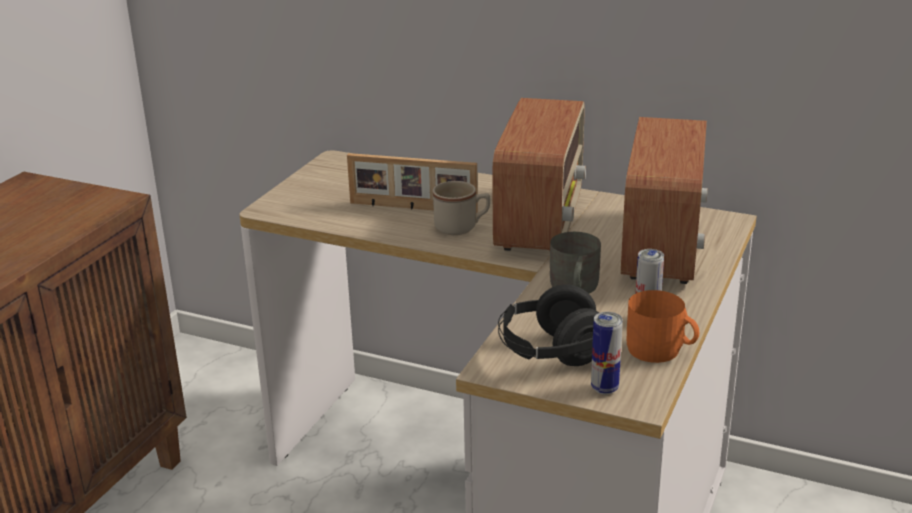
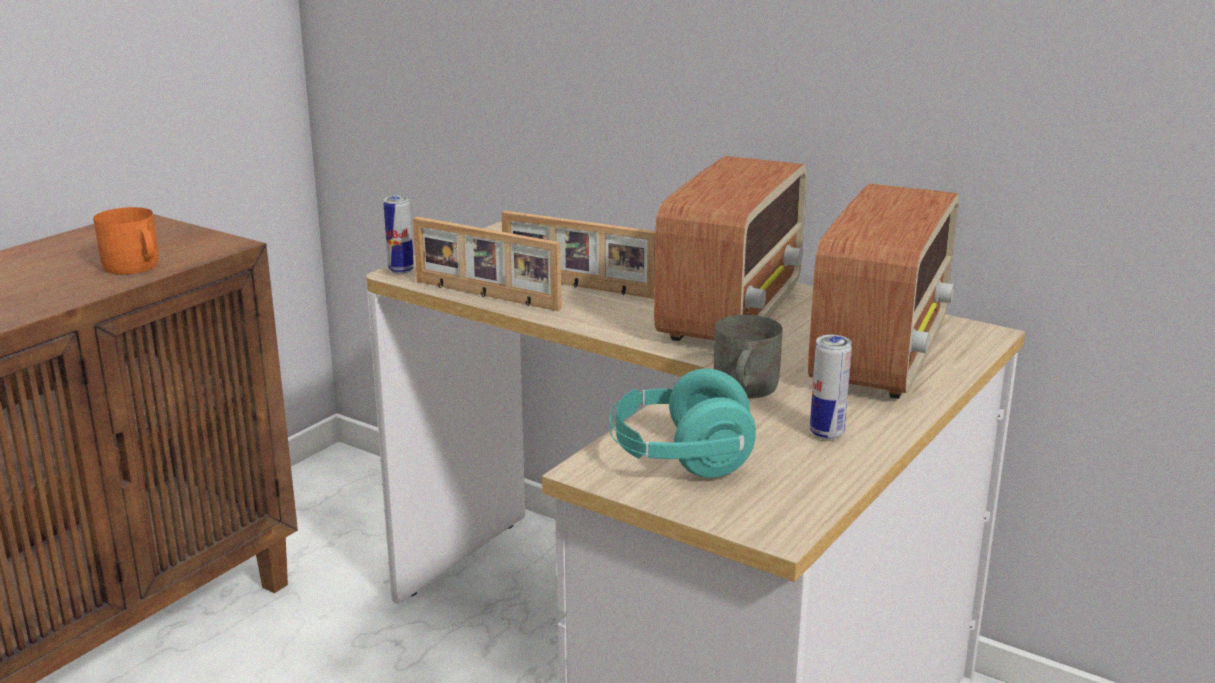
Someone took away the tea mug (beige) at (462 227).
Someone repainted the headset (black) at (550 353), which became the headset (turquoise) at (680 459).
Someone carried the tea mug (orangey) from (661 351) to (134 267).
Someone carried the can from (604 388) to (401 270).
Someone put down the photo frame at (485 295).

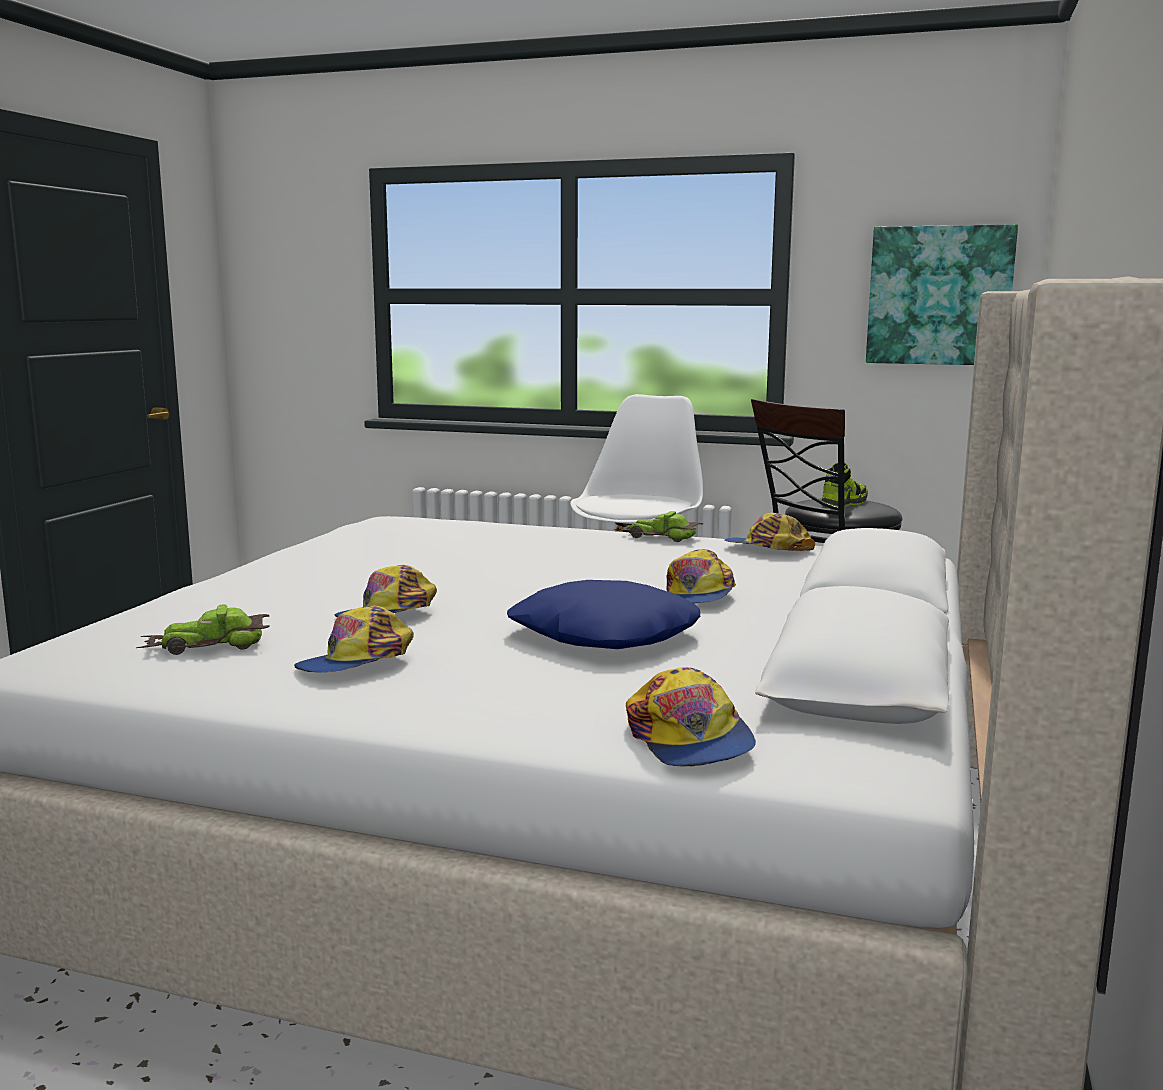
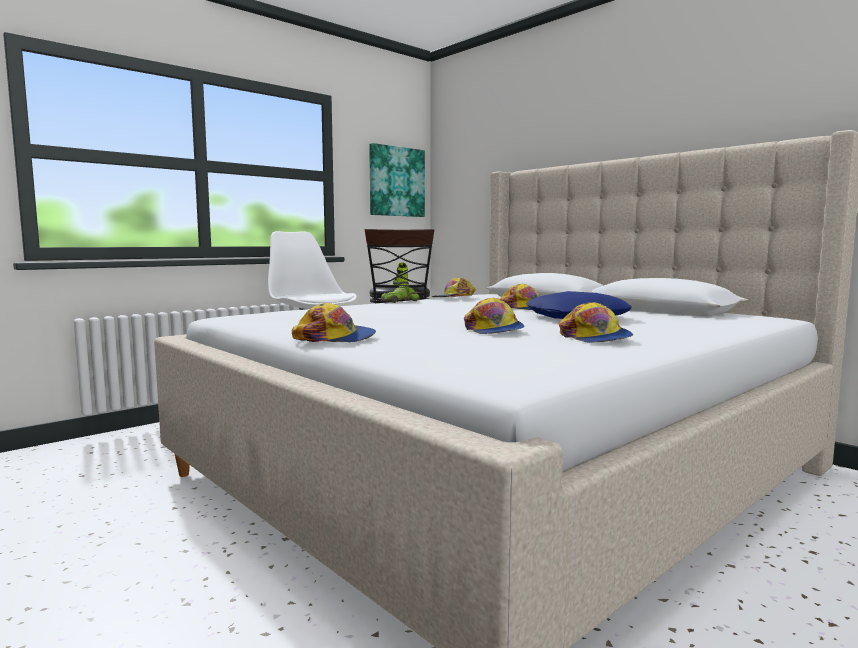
Someone took away the miniature car at (207 645).
Someone carried the cap from (689 740) to (336 338).

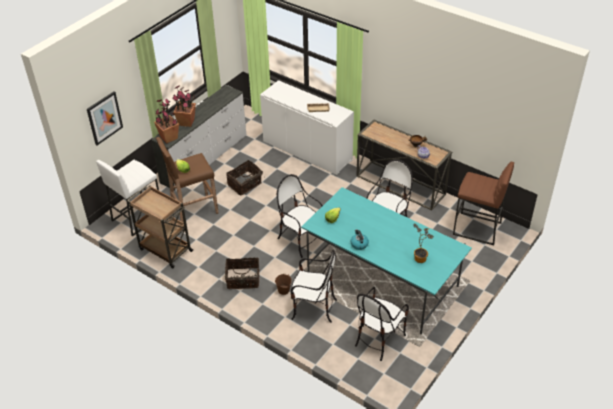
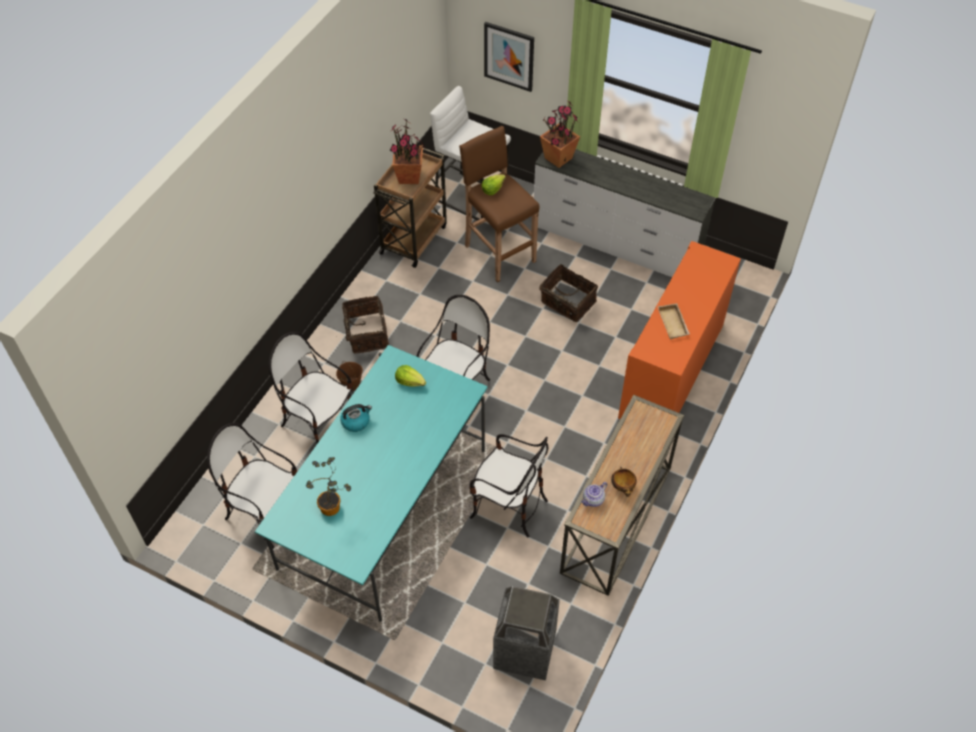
Someone repainted the cabinet (white-coloured) at (307 151), which became the cabinet (orangey) at (671 371).
Someone carried the potted plant from (187 122) to (409 177).
Someone swapped the stool (brown-coloured) at (477 229) for the rubbish bin at (524 650).
Someone rotated the plain chair at (313 308) by 120 degrees clockwise.

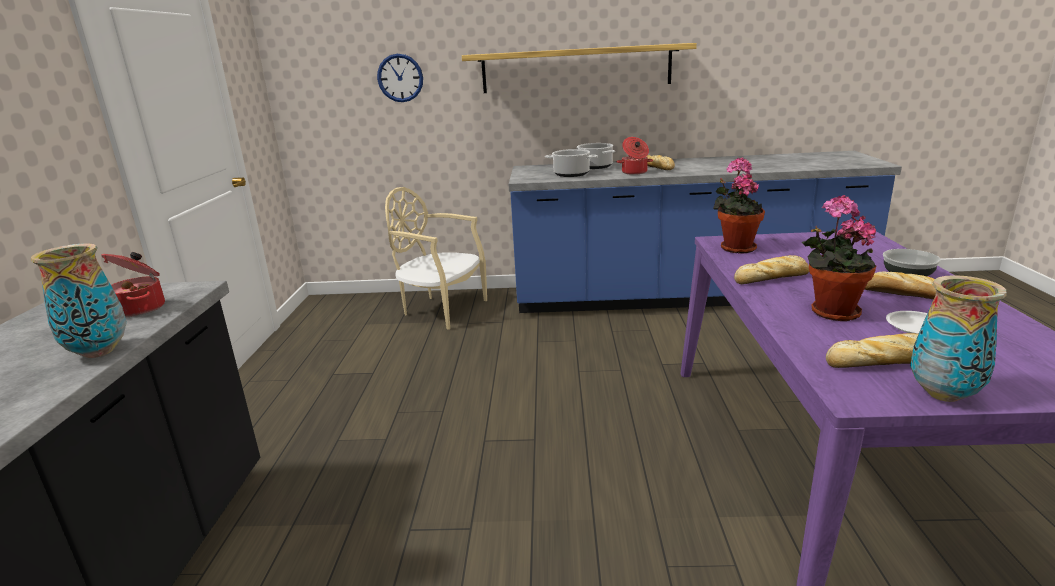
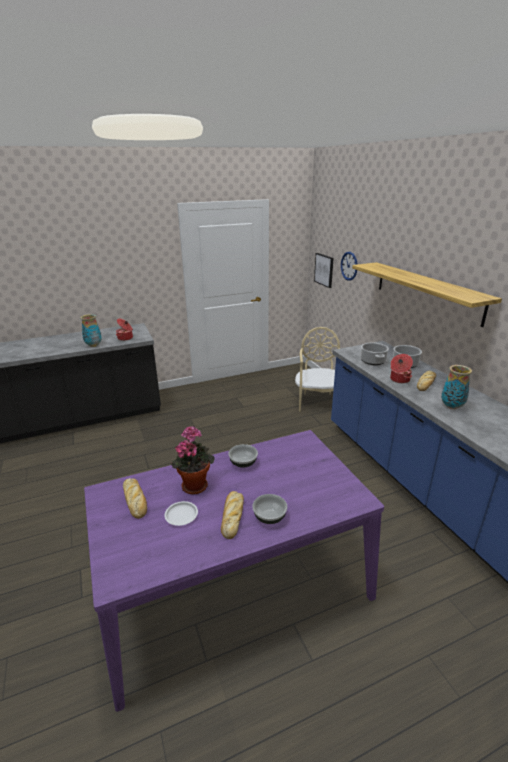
Someone took away the potted plant at (735 247).
Someone swapped the bread at (772 277) for the serving bowl at (243 463).
Someone carried the decorative vase from (943 394) to (452 406).
Someone put up the picture at (324 270).

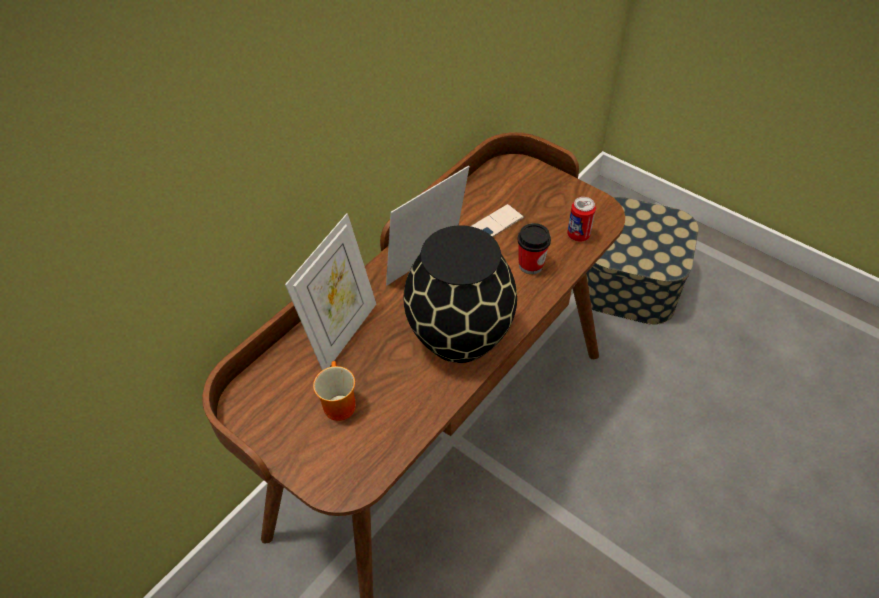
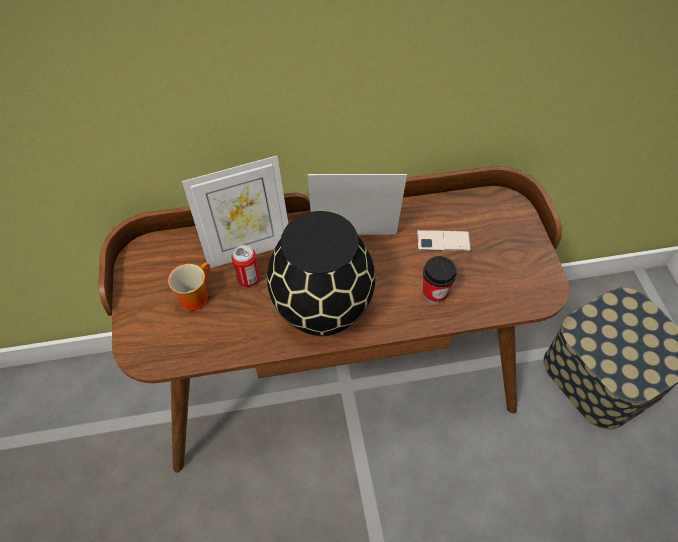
Someone carried the can from (578 235) to (248 278).

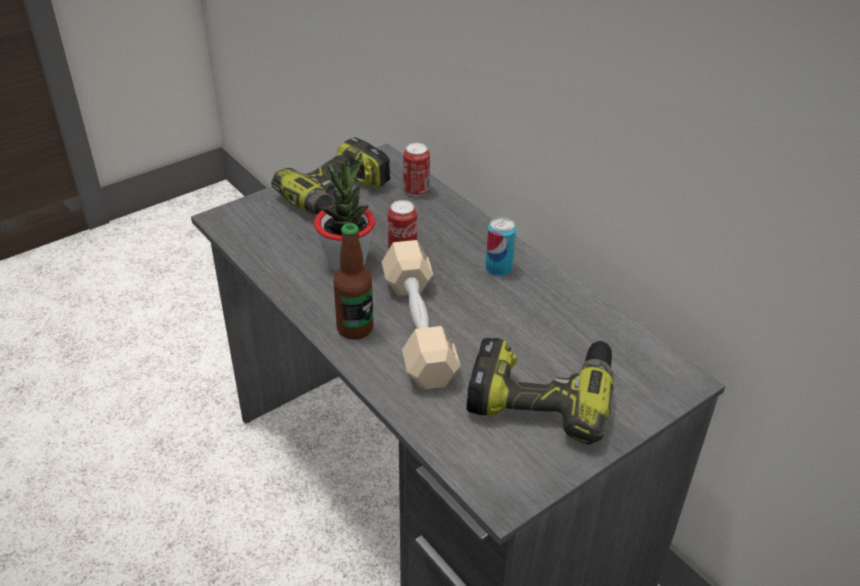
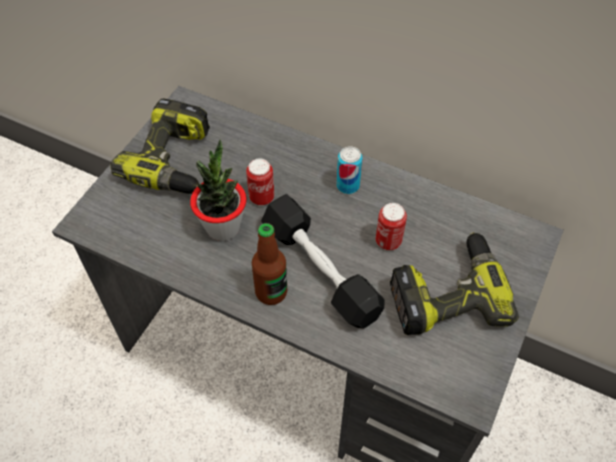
Someone carried the can from (416 191) to (388 241).
Someone repainted the hand weight (beige) at (418 328), which became the hand weight (black) at (320 270).

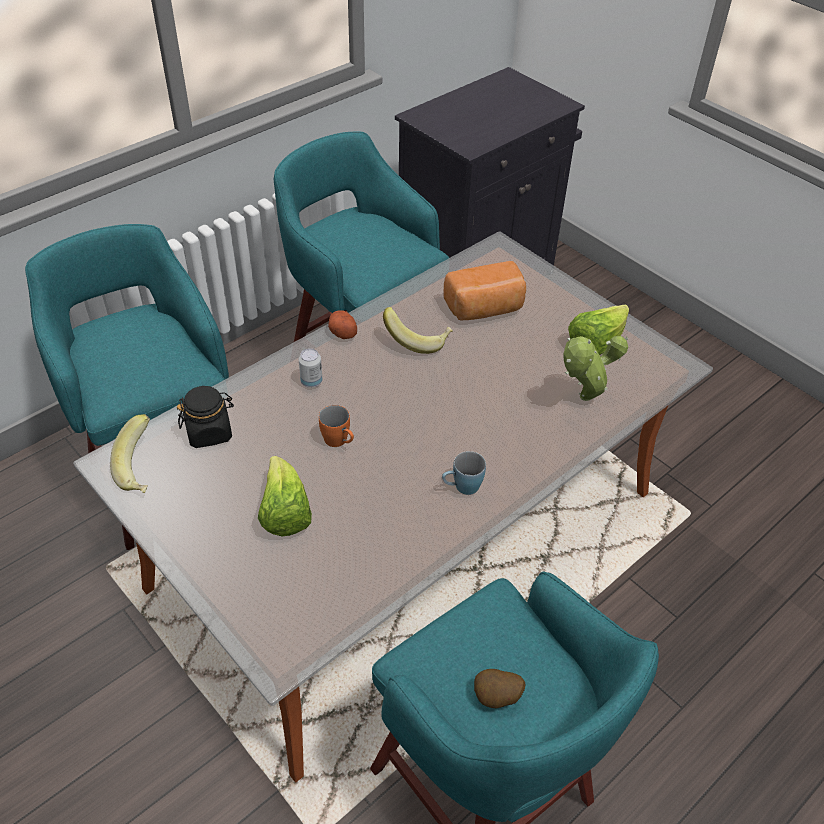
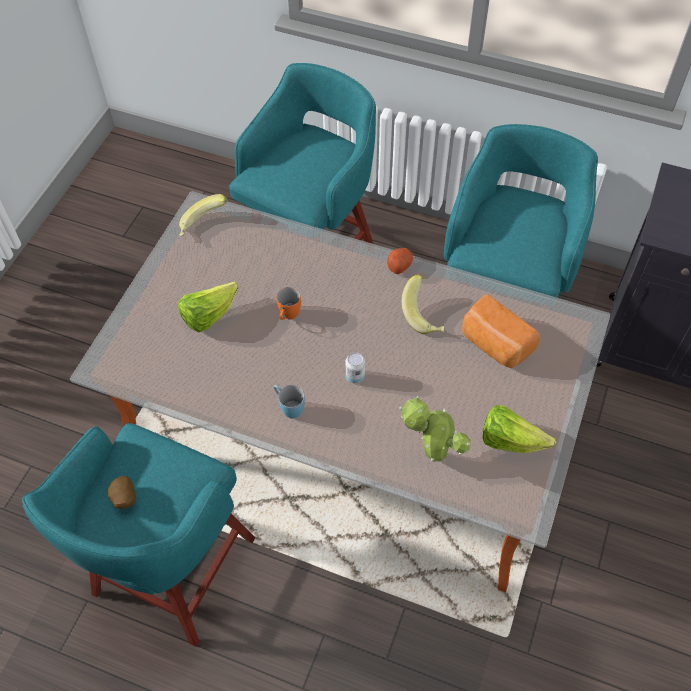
Someone carried the can from (311 382) to (355 376).
Someone took away the preserve jar (black) at (209 432).

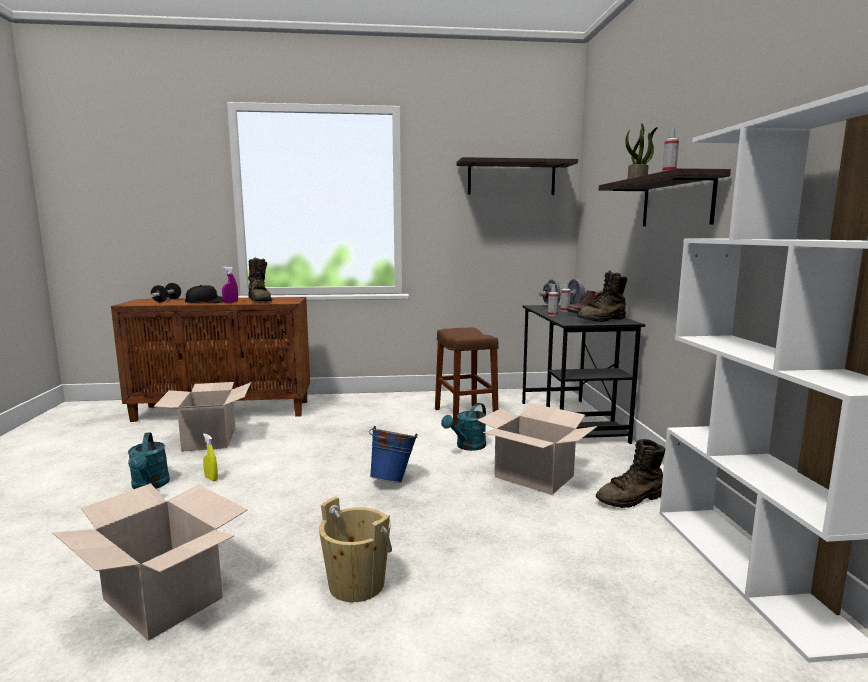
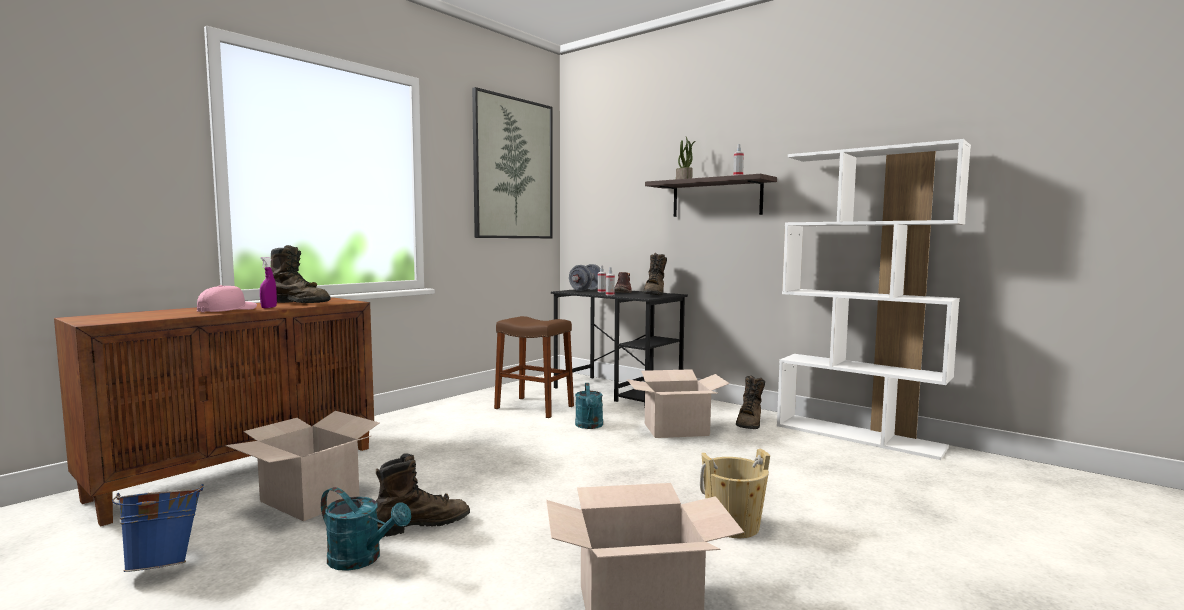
Someone swapped the wall shelf at (511 178) for the picture at (513 169).
Someone took away the hand weight at (167 300).
Someone repainted the cap (black) at (207 302), which became the cap (pink) at (227 310).
Someone carried the pail (blue) from (393 480) to (164 565).
Someone swapped the spray bottle (yellow) at (211 478) for the boot (brown-coloured) at (421 525).

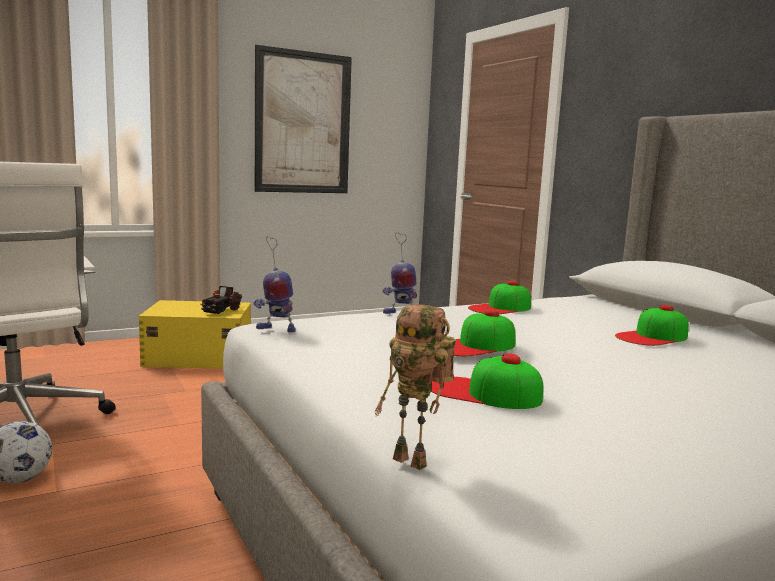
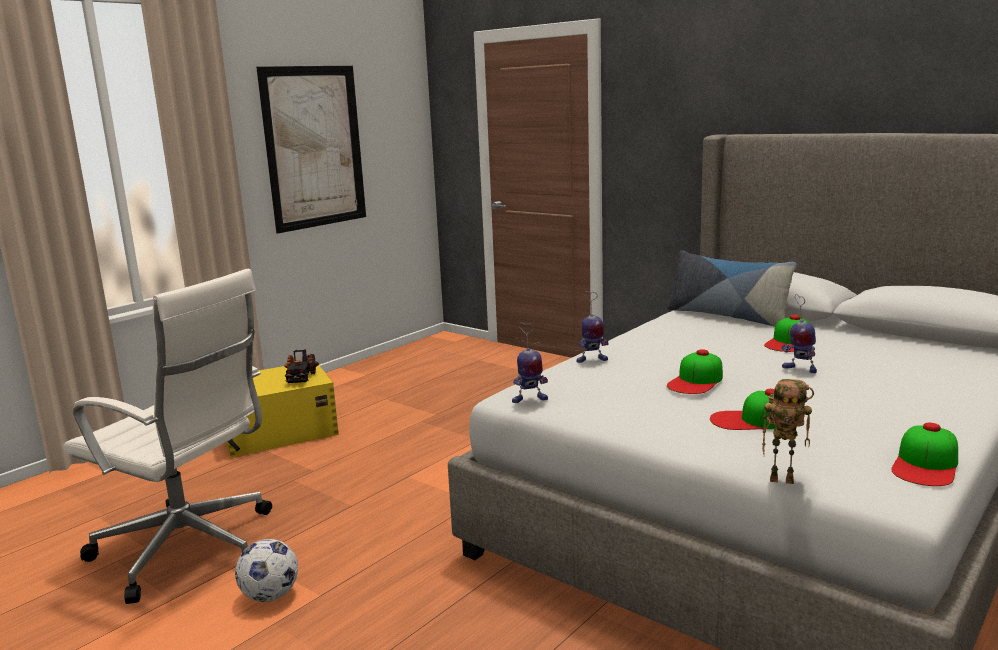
Someone carried the cap from (500 308) to (926 464).
Someone put down the cushion at (727 316).
Someone put down the robot figure at (799 369).

